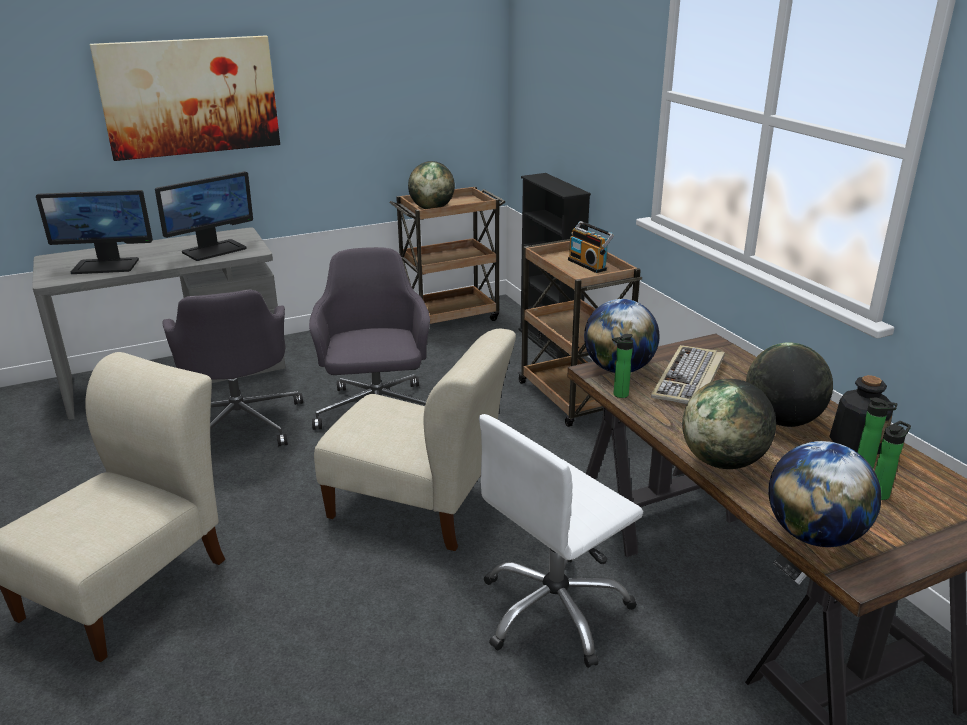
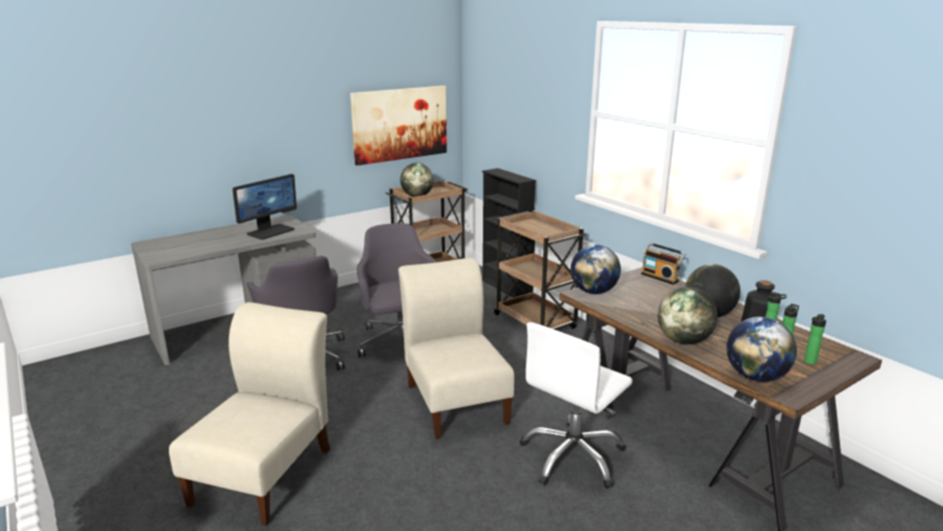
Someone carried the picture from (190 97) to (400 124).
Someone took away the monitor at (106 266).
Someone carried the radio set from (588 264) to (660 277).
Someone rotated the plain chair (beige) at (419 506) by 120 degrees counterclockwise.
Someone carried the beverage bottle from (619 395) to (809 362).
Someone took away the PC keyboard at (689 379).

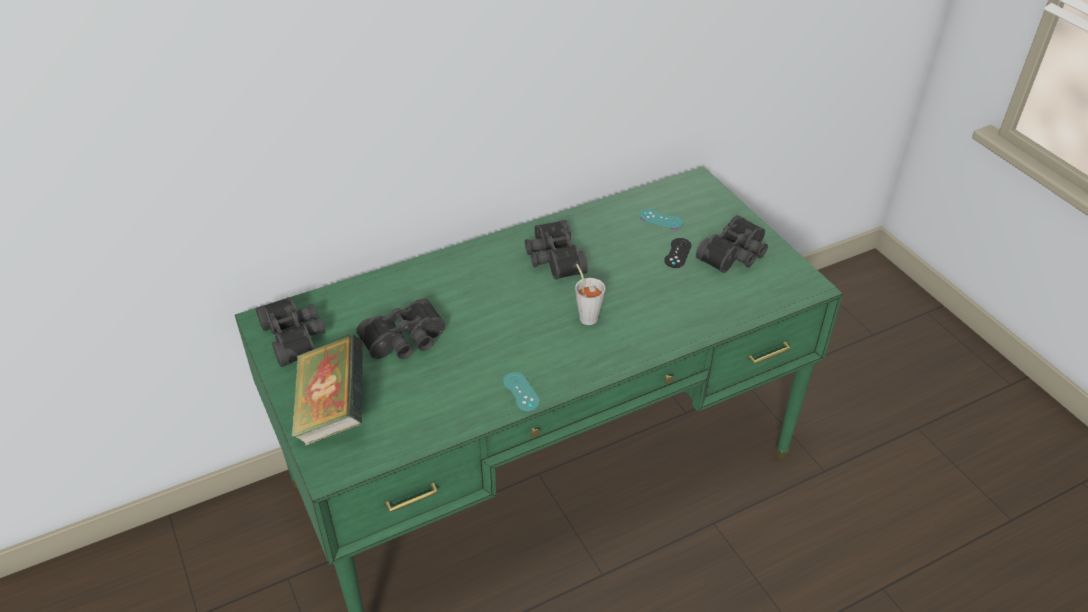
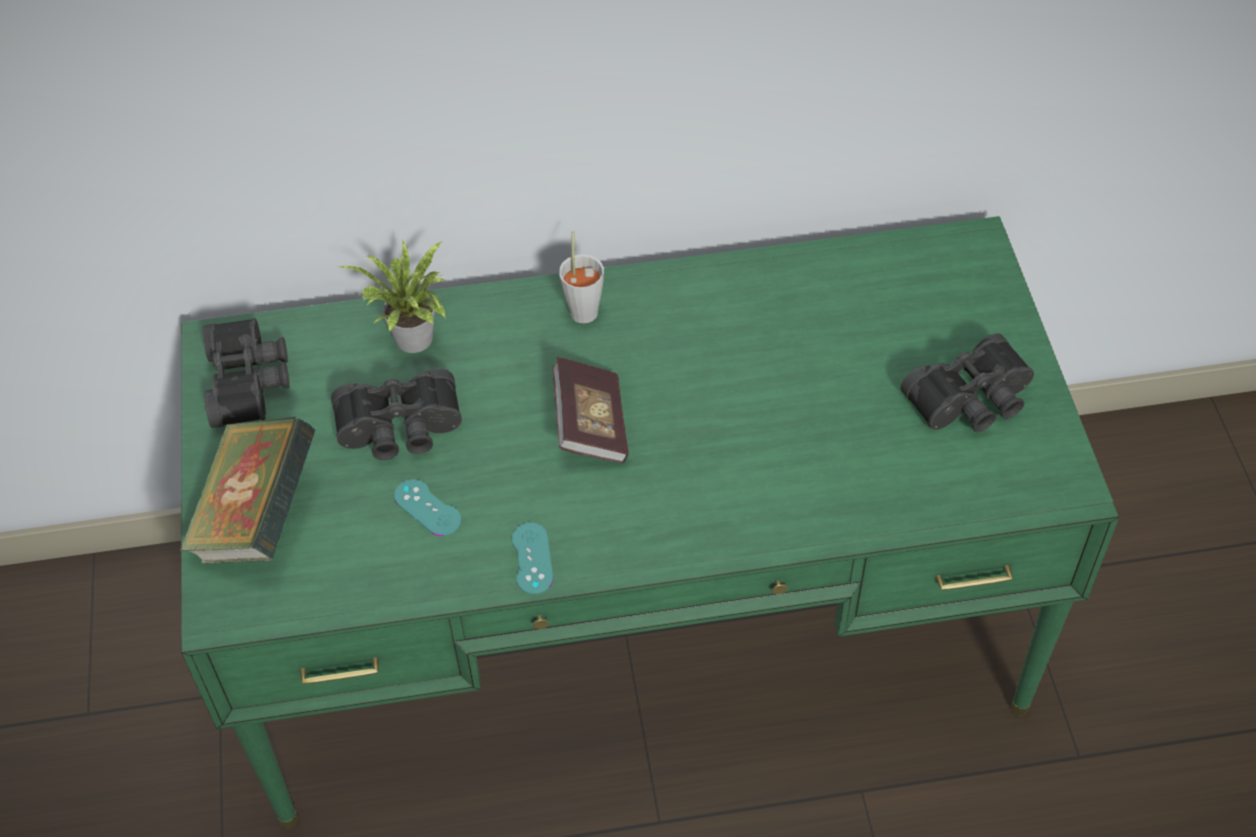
Someone carried the joypad (turquoise) from (661 219) to (427 508).
Someone took away the binoculars (black) at (552 259).
Someone took away the joypad (black) at (677 253).
Someone carried the drinking cup (gray) from (587 315) to (584 307).
Someone put down the potted plant at (414 342).
Someone put down the volume at (590 425).

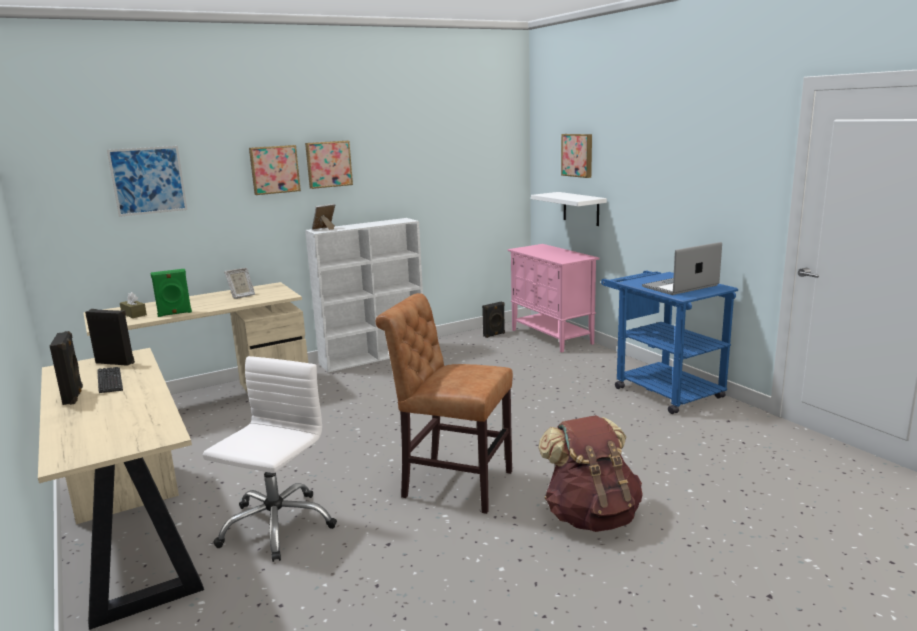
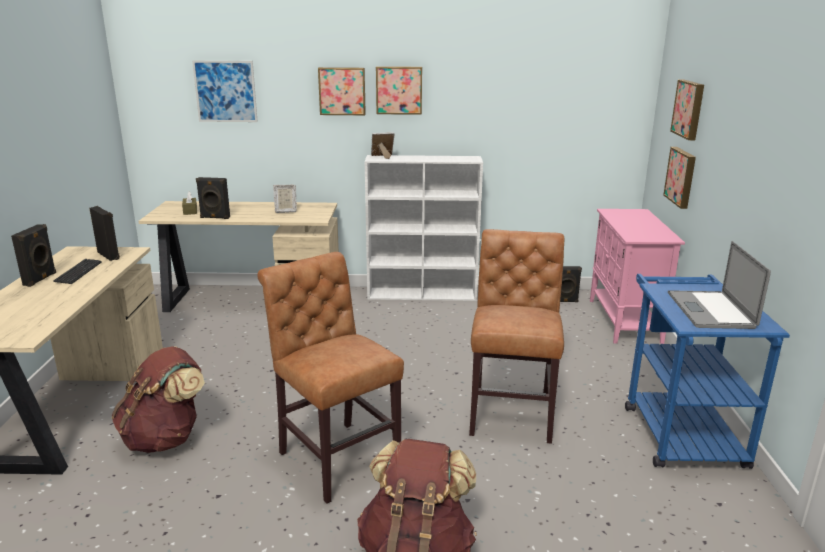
Someone swapped the wall shelf (white-coloured) at (581 208) for the picture at (681 177).
Someone rotated the laptop at (680 286) by 90 degrees counterclockwise.
Someone repainted the speaker (greenish) at (175 314), which became the speaker (black) at (215 217).
Someone swapped the computer chair (white-coloured) at (276 525) for the knapsack (brown-coloured) at (165 438).
Someone put down the plain chair (brown-coloured) at (511 411).

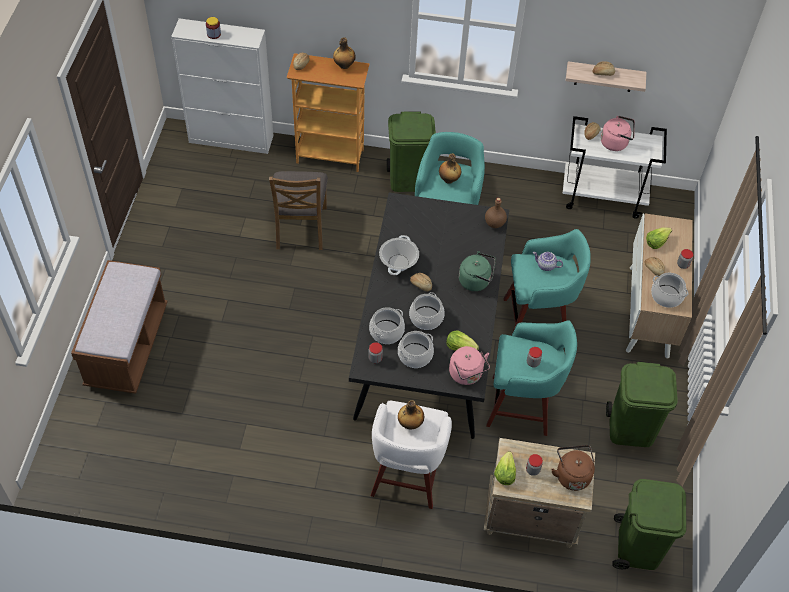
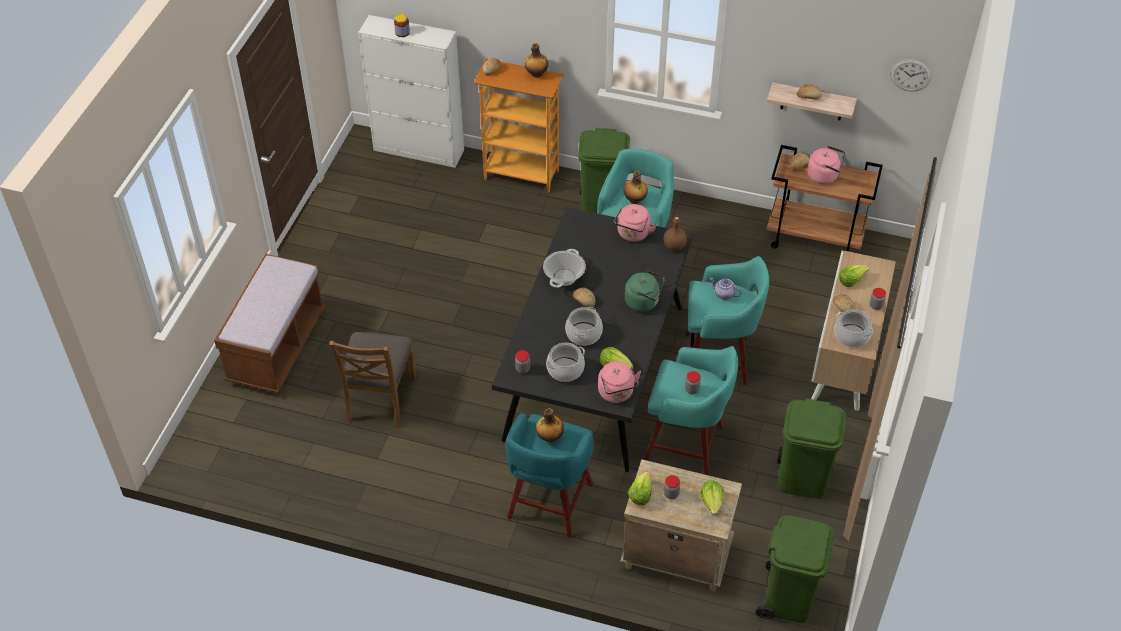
Someone repainted the trolley (white-coloured) at (603 197), which became the trolley (brown-coloured) at (815 238).
Someone carried the plain chair (brown-coloured) from (300 227) to (380 398).
Someone took away the stockpot at (386 332).
Someone repainted the stool (white-coloured) at (406 477), which became the stool (turquoise) at (549 503).
Someone swapped the water kettle (brown-coloured) at (572 474) for the head of lettuce at (712 502).
Someone put up the wall clock at (911 75).
Someone put down the water kettle (pink) at (633 234).

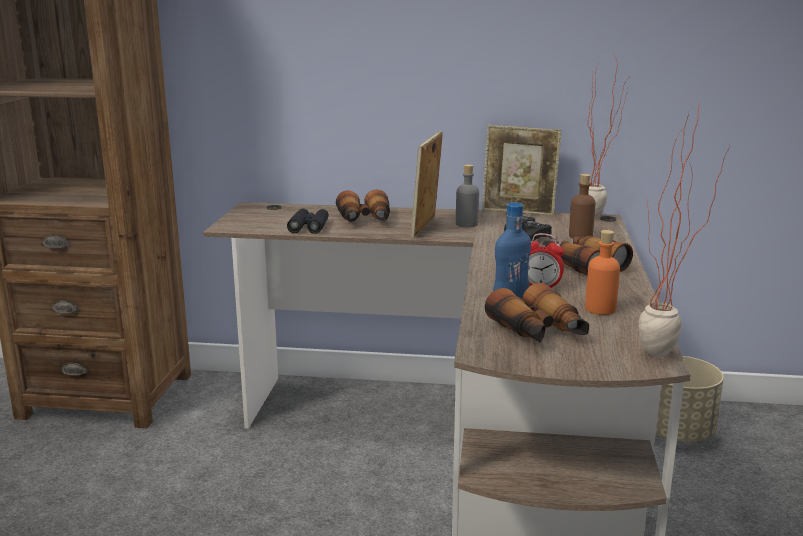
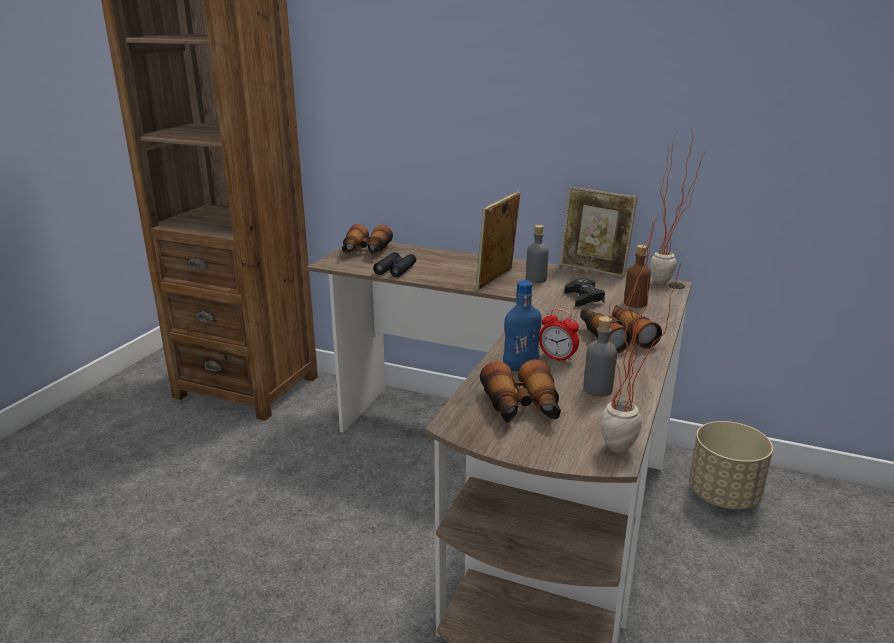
Someone carried the binoculars from (364 220) to (365 251).
Someone repainted the beverage bottle (orangey) at (600 309), which became the beverage bottle (gray) at (598 389).

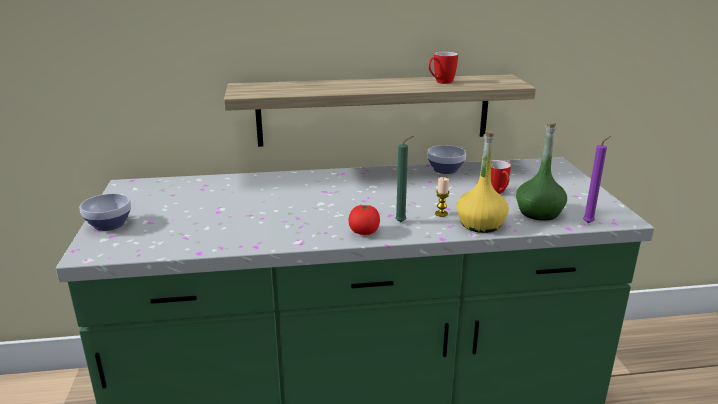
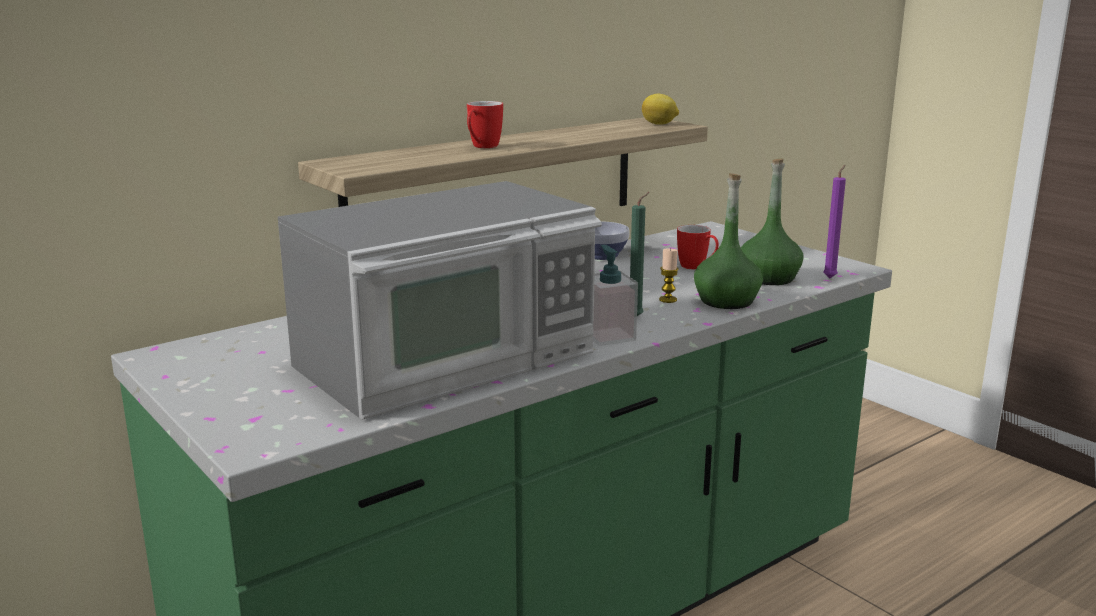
Someone carried the tea mug from (440 82) to (482 147).
Someone repainted the beverage bottle (yellow) at (480 224), which became the beverage bottle (greenish) at (726 301).
Someone took away the serving bowl at (108 225).
Someone swapped the whole tomato at (364 232) for the liquid soap bottle at (609 336).
Someone put down the citrus fruit at (659 124).
Someone put down the microwave at (449 361).

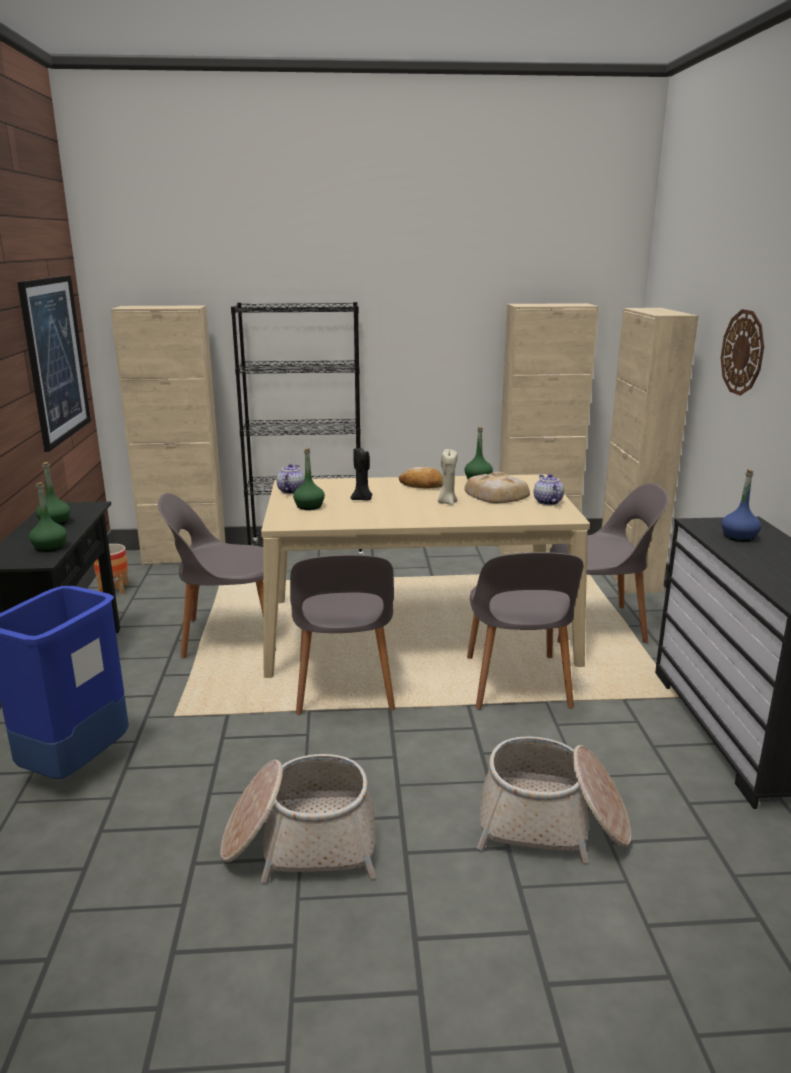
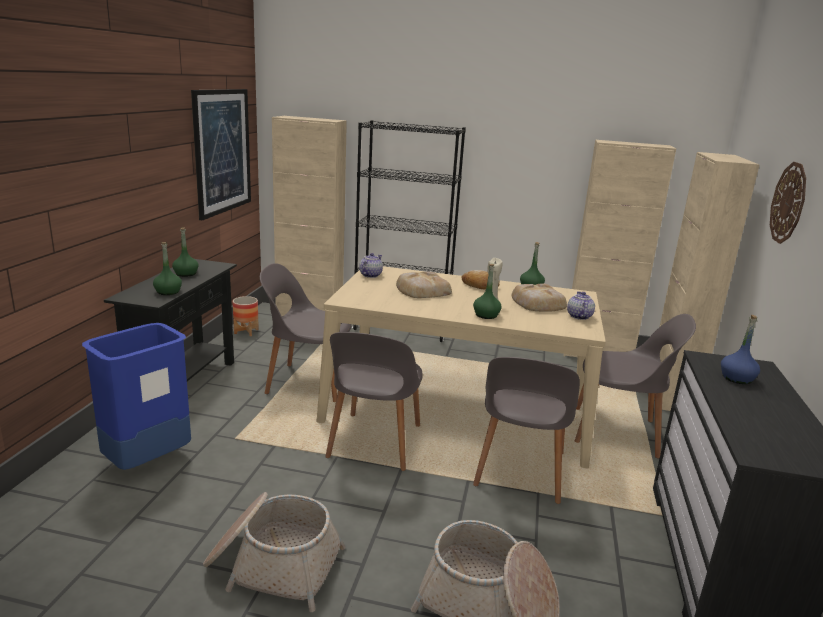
Someone swapped the wax light (black) at (362 499) for the bread at (422 290).
Someone carried the beverage bottle (greenish) from (309 506) to (486 315).

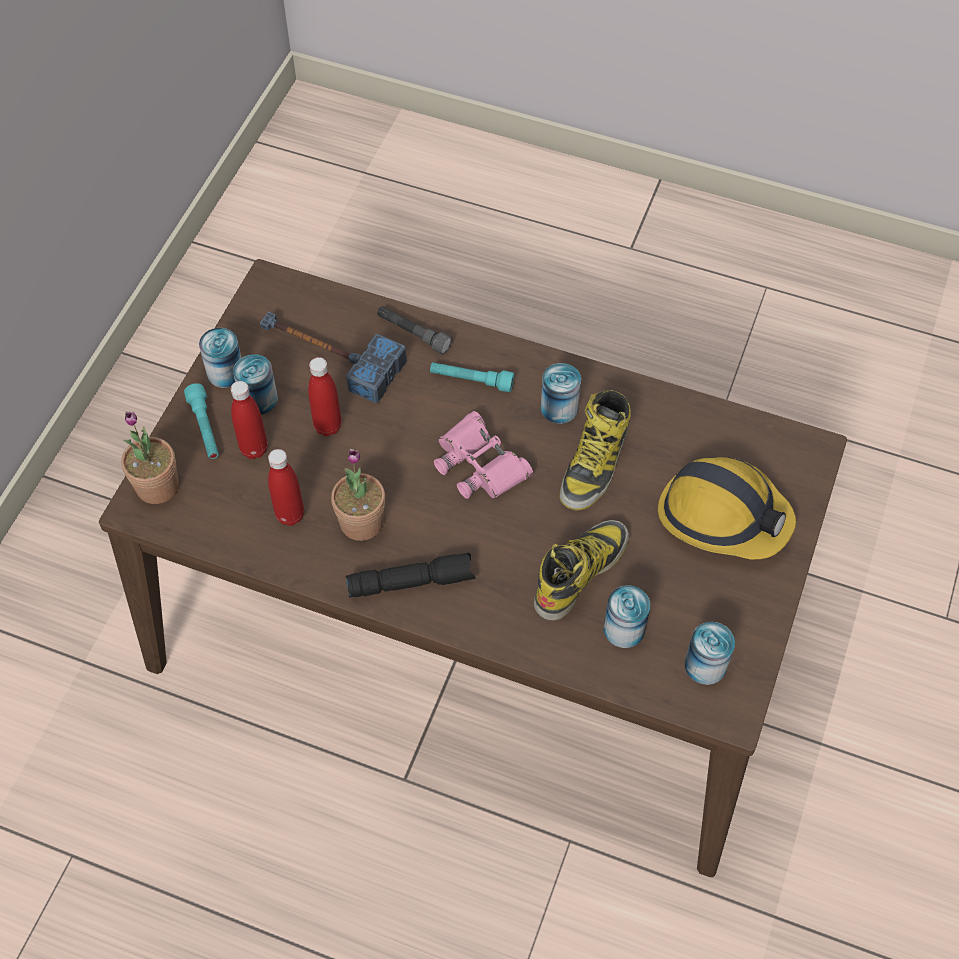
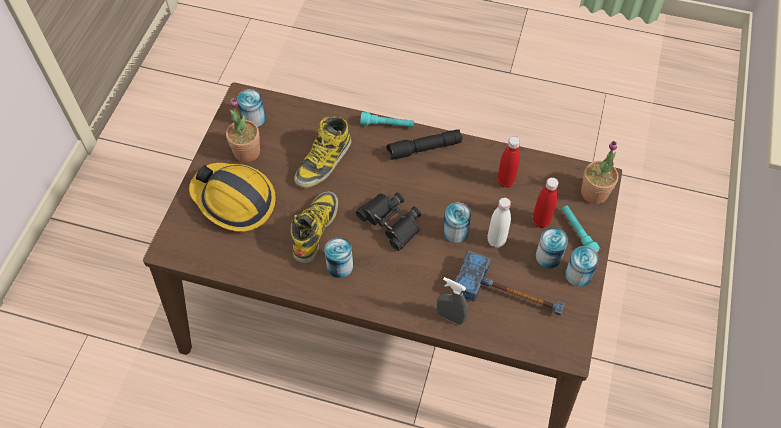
Someone swapped the torch (gray) at (413 334) for the spray bottle (gray) at (450 317).
Someone repainted the beverage bottle (red-coloured) at (328 426), which became the beverage bottle (white-coloured) at (496 240).
Someone carried the torch (turquoise) from (471 381) to (387 125).
Someone repainted the binoculars (pink) at (480 464), which became the binoculars (black) at (391 222).
Someone carried the potted plant from (361 522) to (247 152).
Someone carried the can from (624 629) to (455 231).

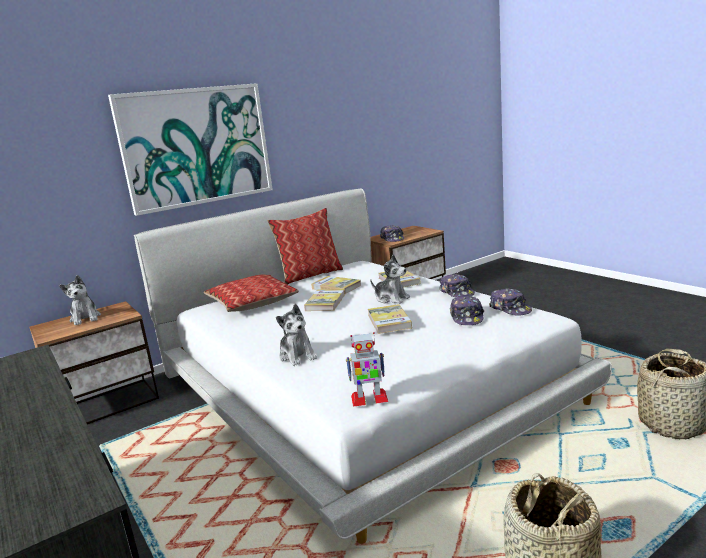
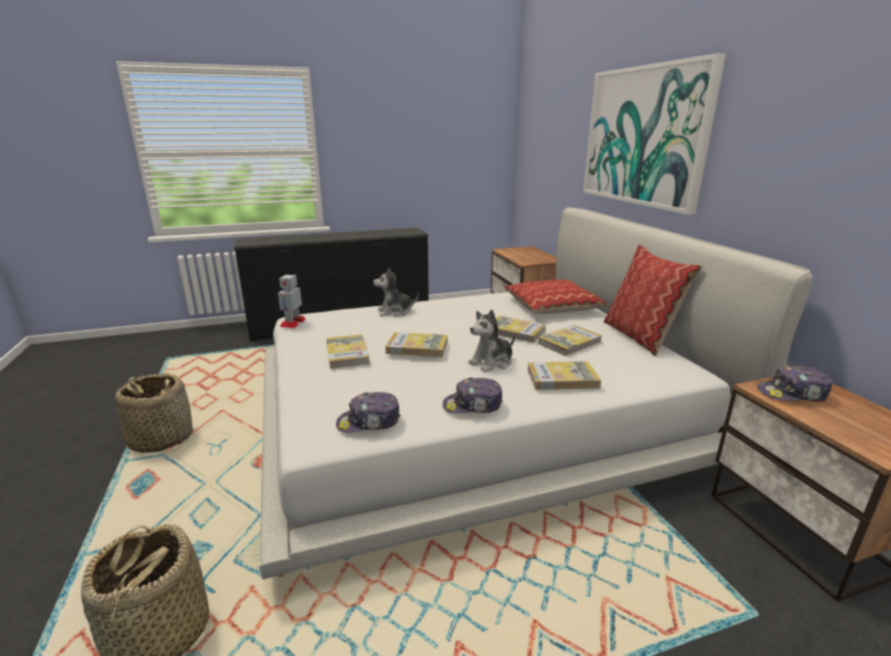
Someone took away the plush toy at (85 318).
Someone took away the cap at (467 317).
Someone put down the volume at (347 354).

